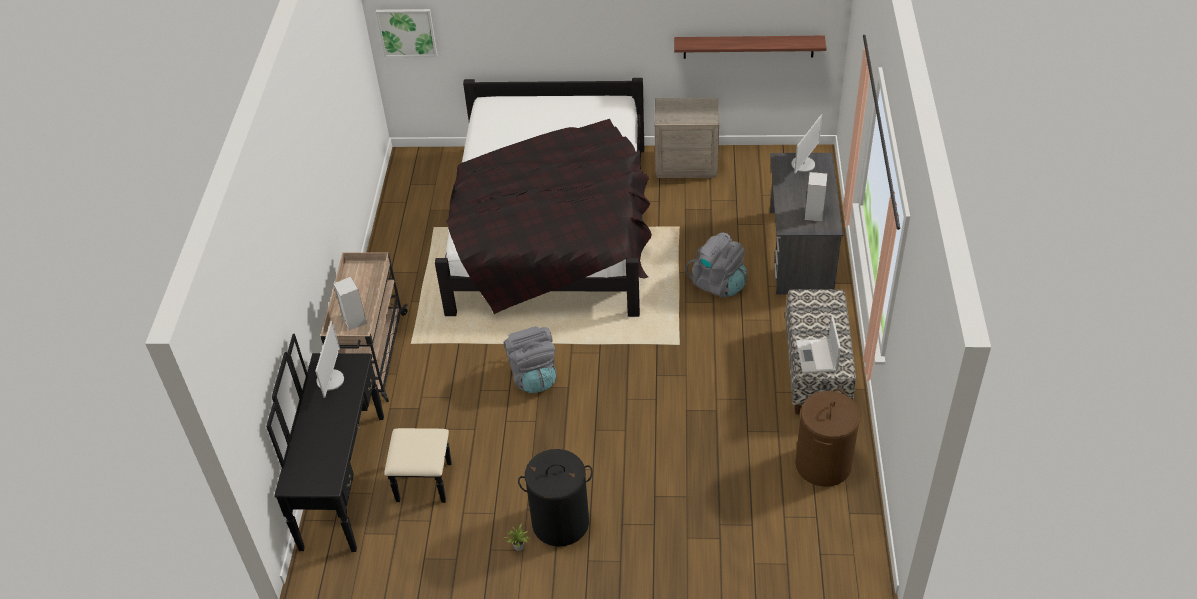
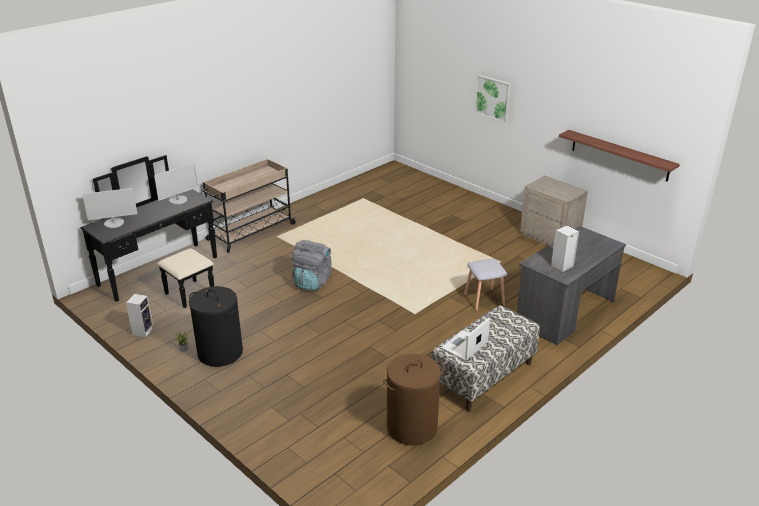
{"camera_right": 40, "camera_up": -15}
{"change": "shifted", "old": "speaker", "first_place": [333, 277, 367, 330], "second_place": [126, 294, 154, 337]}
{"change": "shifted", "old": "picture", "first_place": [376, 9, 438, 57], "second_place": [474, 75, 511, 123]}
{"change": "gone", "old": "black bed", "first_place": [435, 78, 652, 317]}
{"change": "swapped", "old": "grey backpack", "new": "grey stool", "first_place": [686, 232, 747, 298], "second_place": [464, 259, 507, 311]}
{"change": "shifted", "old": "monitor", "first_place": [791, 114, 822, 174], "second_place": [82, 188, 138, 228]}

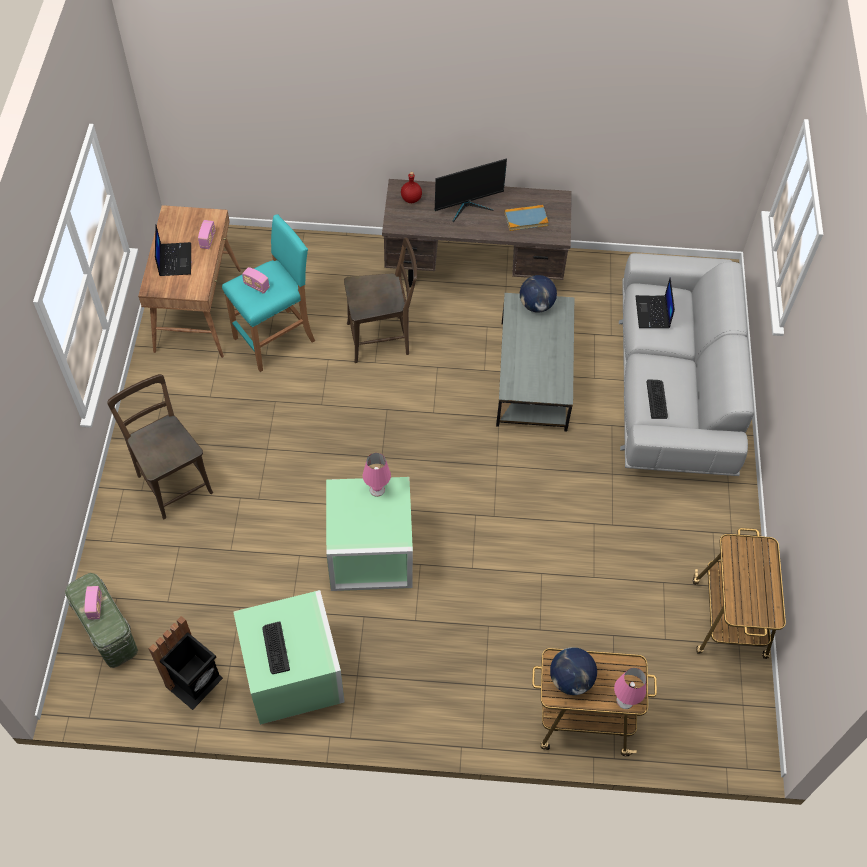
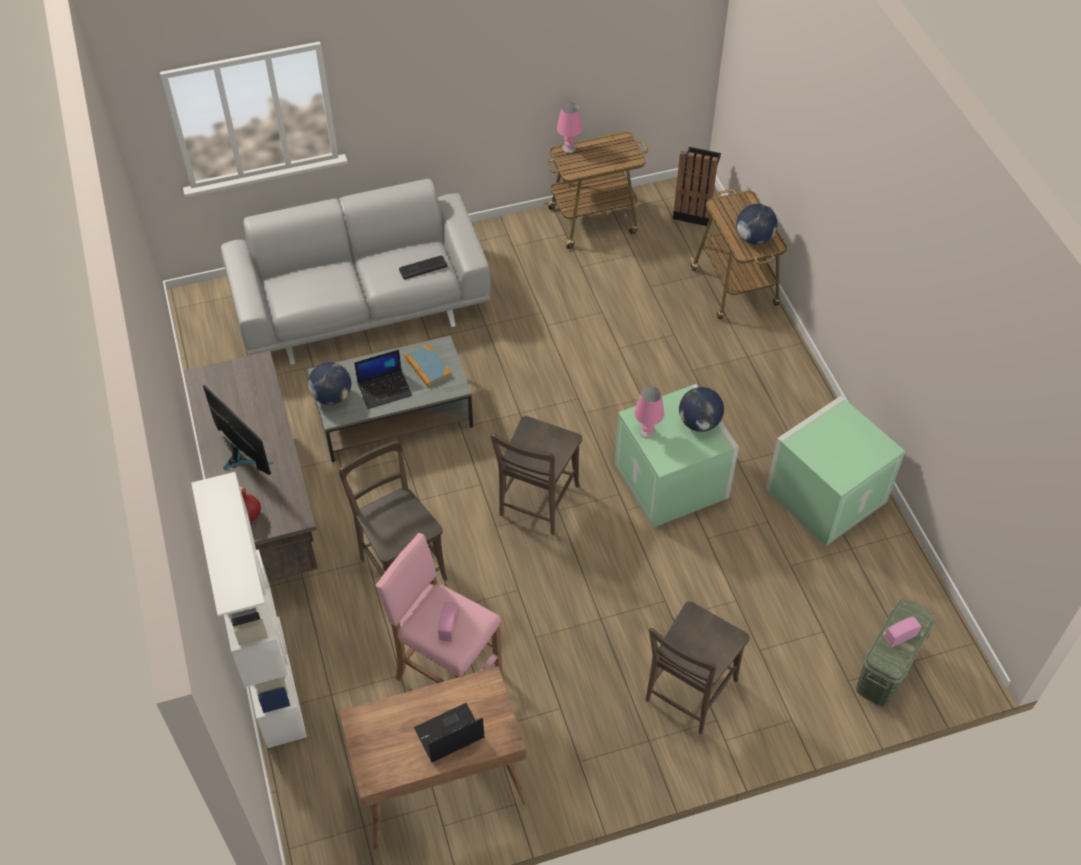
{"camera_right": -110, "camera_up": -5}
{"change": "shifted", "old": "black trash can", "first_place": [149, 616, 223, 710], "second_place": [673, 147, 721, 226]}
{"change": "gone", "old": "radio", "first_place": [198, 220, 216, 249]}
{"change": "repainted", "old": "turquoise stool", "new": "pink stool", "first_place": [222, 214, 315, 372], "second_place": [375, 533, 502, 683]}
{"change": "gone", "old": "keyboard", "first_place": [262, 621, 290, 674]}
{"change": "shifted", "old": "book", "first_place": [504, 205, 549, 231], "second_place": [405, 344, 451, 387]}
{"change": "shifted", "old": "pink table lamp", "first_place": [614, 668, 646, 709], "second_place": [557, 102, 582, 153]}
{"change": "shifted", "old": "laptop", "first_place": [635, 277, 675, 328], "second_place": [354, 350, 412, 409]}
{"change": "new", "new": "white bookcase", "second_place": [191, 472, 307, 748]}
{"change": "new", "new": "brown chair", "second_place": [491, 416, 582, 535]}
{"change": "new", "new": "globe", "second_place": [679, 387, 724, 432]}

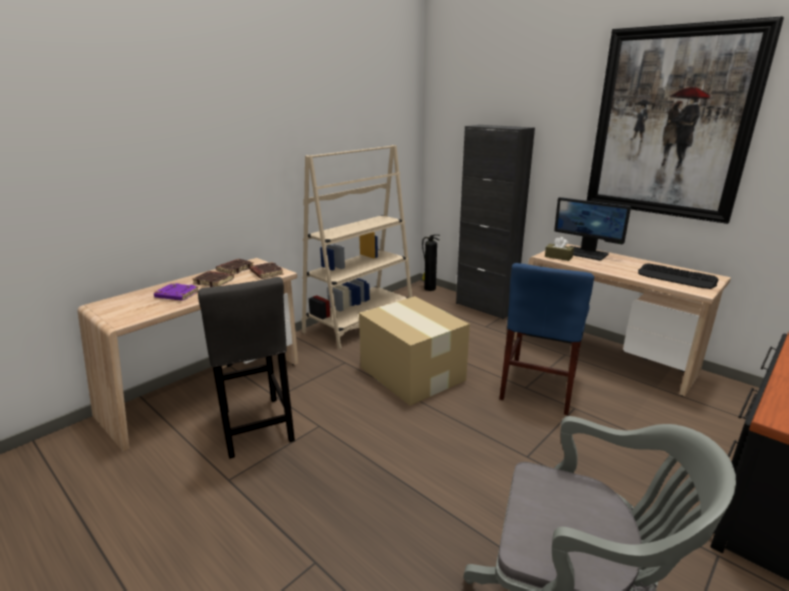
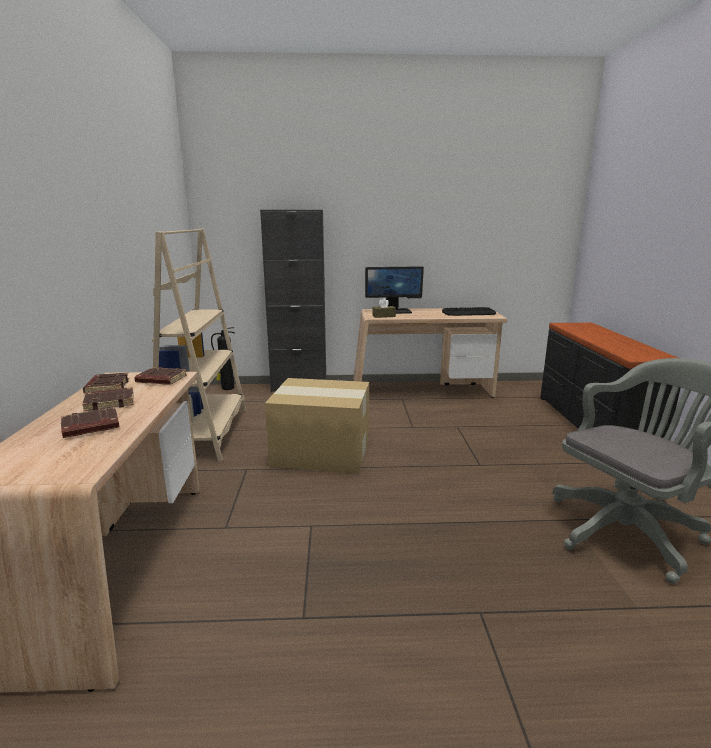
{"camera_right": -45, "camera_up": -5}
{"change": "repainted", "old": "purple book", "new": "brown book", "first_place": [154, 283, 199, 301], "second_place": [61, 407, 119, 438]}
{"change": "gone", "old": "grey stool", "first_place": [198, 277, 295, 459]}
{"change": "gone", "old": "blue chair", "first_place": [499, 263, 594, 415]}
{"change": "gone", "old": "picture", "first_place": [587, 16, 784, 224]}

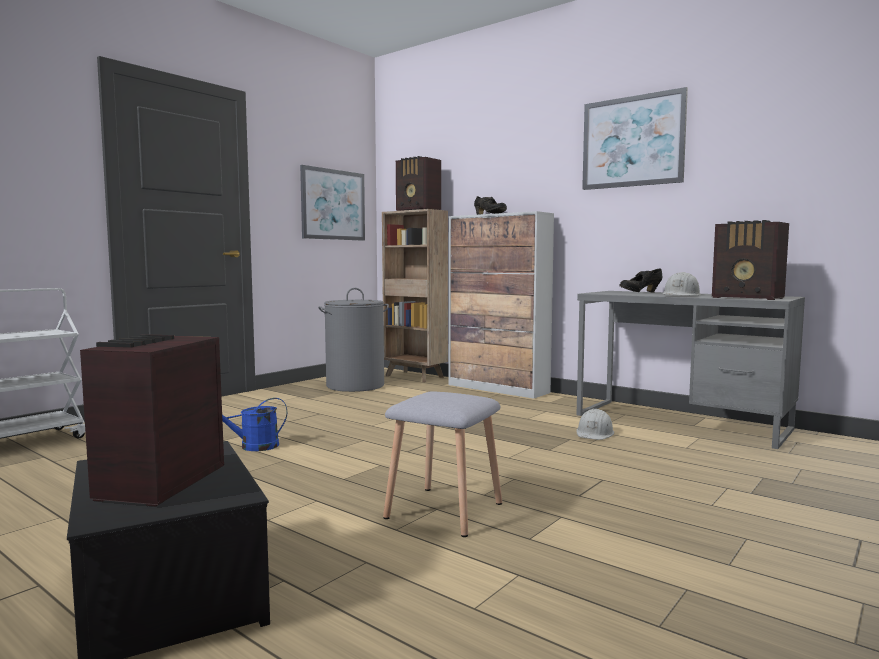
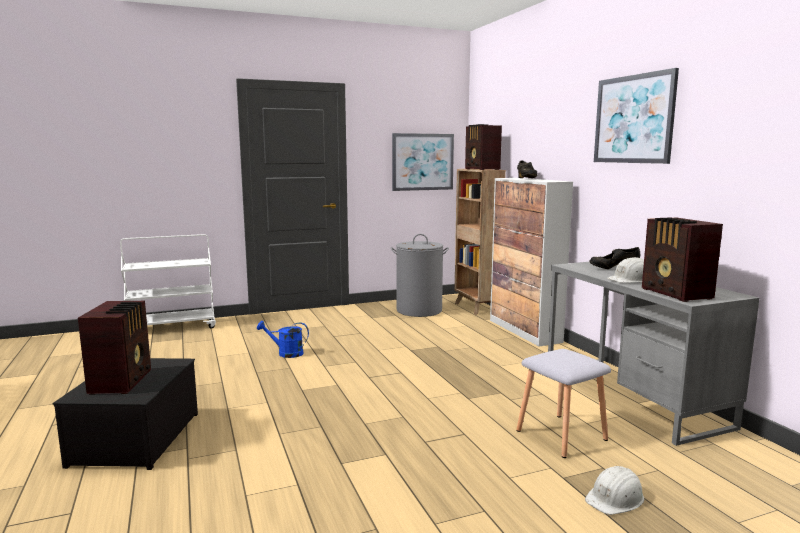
{"camera_right": 30, "camera_up": 5}
{"change": "rotated", "old": "radio", "first_place": [80, 334, 224, 507], "second_place": [78, 301, 151, 395], "degrees": 135}
{"change": "shifted", "old": "grey stool", "first_place": [383, 391, 502, 537], "second_place": [516, 349, 611, 458]}
{"change": "shifted", "old": "white hard hat", "first_place": [577, 409, 614, 440], "second_place": [585, 466, 644, 515]}

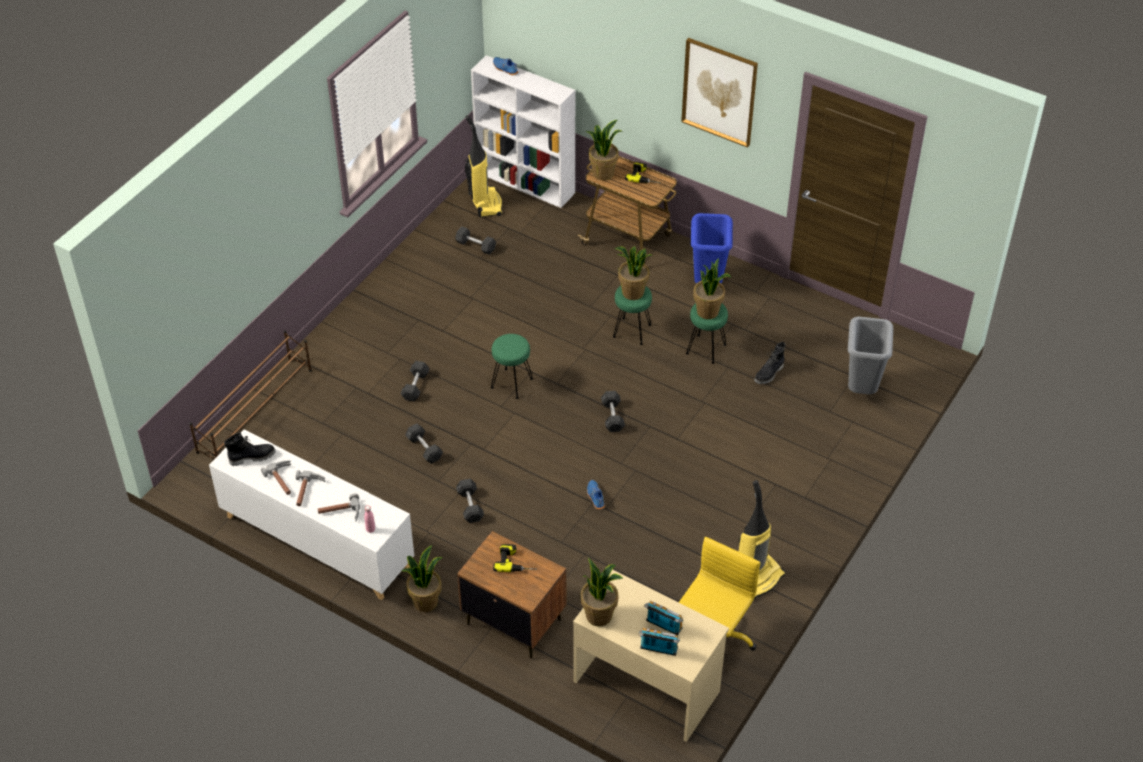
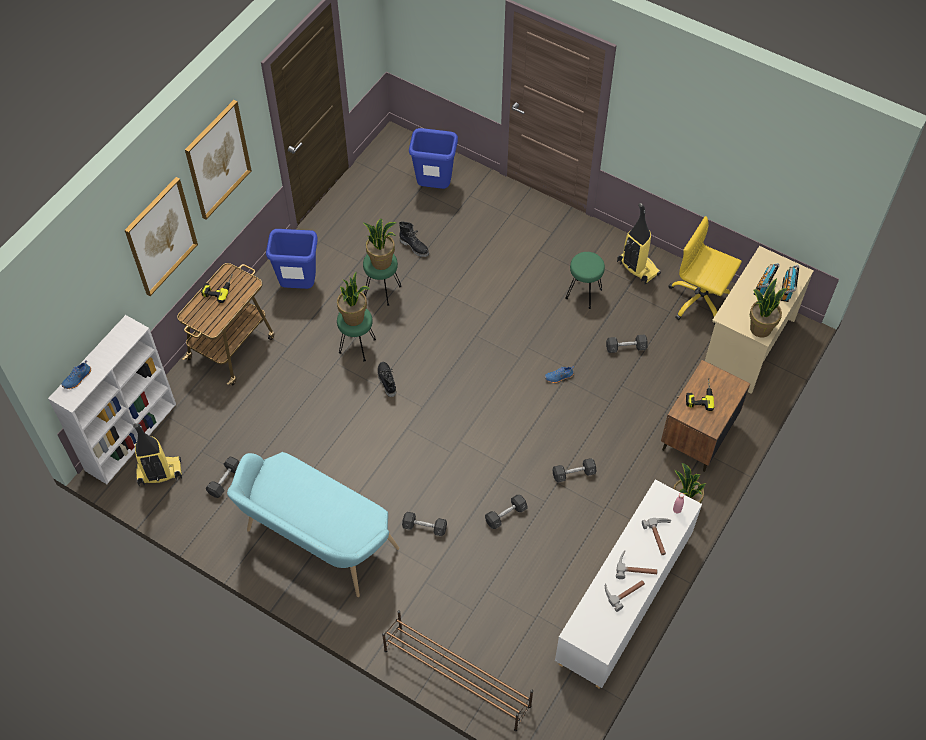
{"camera_right": -90, "camera_up": 10}
{"change": "shifted", "old": "black boot", "first_place": [224, 432, 276, 466], "second_place": [377, 362, 396, 397]}
{"change": "shifted", "old": "green stool", "first_place": [491, 334, 533, 399], "second_place": [565, 252, 605, 309]}
{"change": "gone", "old": "potted plant", "first_place": [586, 120, 622, 180]}
{"change": "shifted", "old": "grey dumbbell", "first_place": [601, 391, 625, 432], "second_place": [606, 334, 648, 353]}
{"change": "repainted", "old": "grey trash can", "new": "blue trash can", "first_place": [848, 317, 893, 394], "second_place": [409, 128, 458, 189]}
{"change": "new", "new": "picture", "second_place": [125, 177, 198, 296]}
{"change": "new", "new": "turquoise bench", "second_place": [227, 452, 399, 597]}

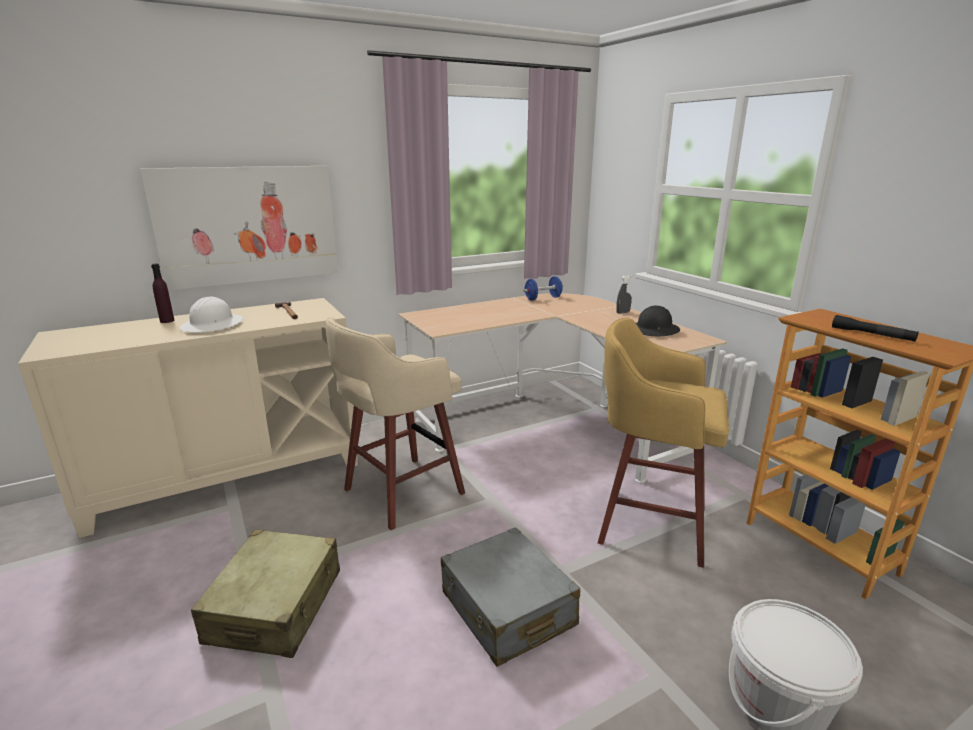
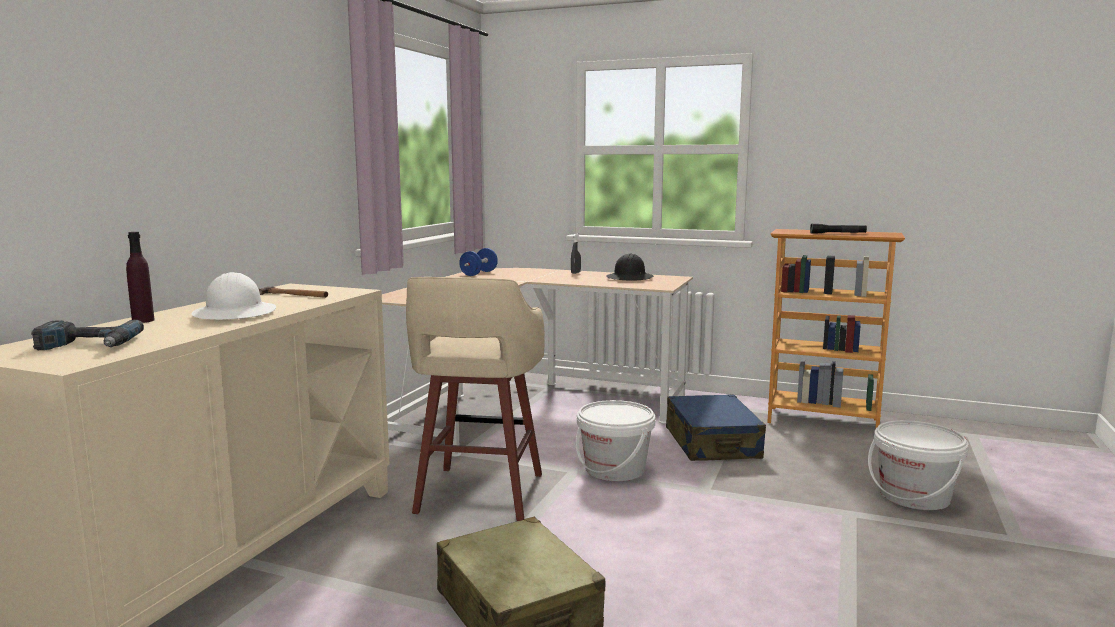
{"camera_right": -40, "camera_up": -10}
{"change": "gone", "old": "picture", "first_place": [140, 166, 338, 290]}
{"change": "gone", "old": "grey suitcase", "first_place": [441, 527, 580, 667]}
{"change": "swapped", "old": "yellow stool", "new": "blue suitcase", "first_place": [598, 317, 729, 568], "second_place": [666, 394, 766, 461]}
{"change": "new", "new": "power drill", "second_place": [31, 320, 144, 350]}
{"change": "new", "new": "white bucket", "second_place": [576, 400, 655, 481]}

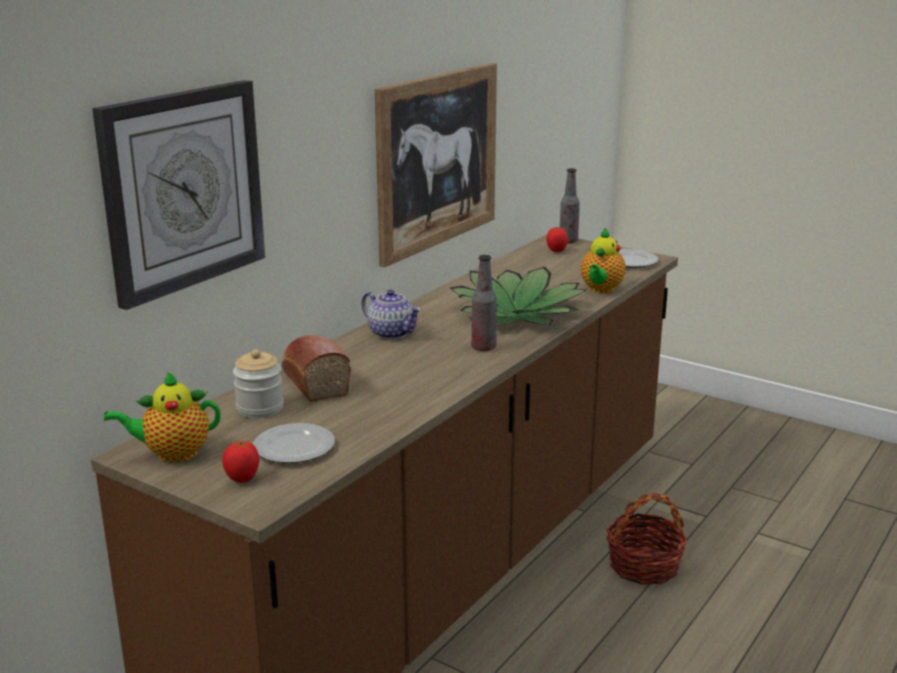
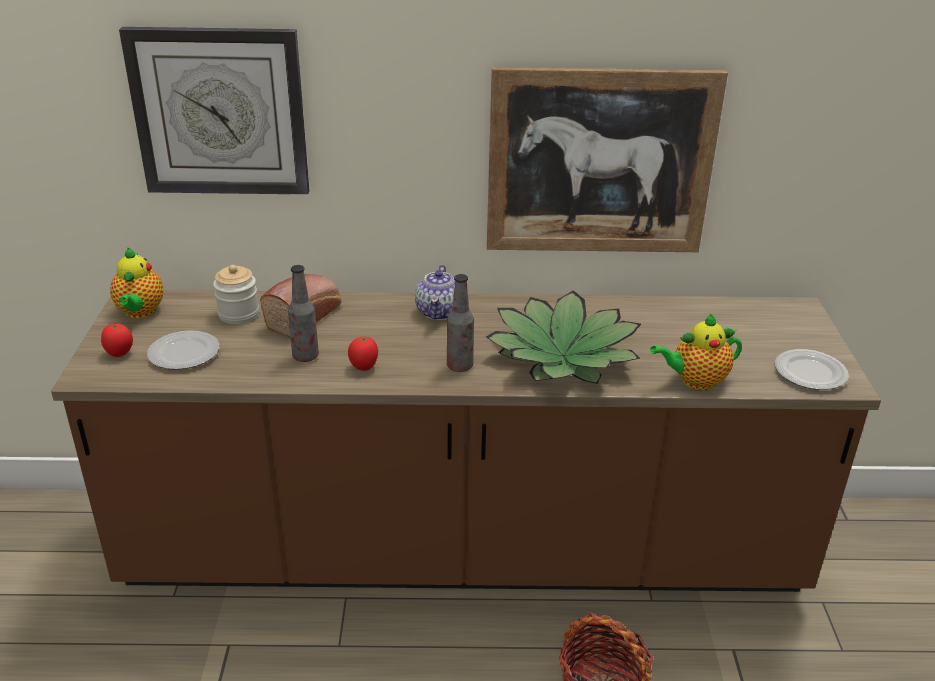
{"camera_right": 55, "camera_up": 10}
{"change": "rotated", "old": "teapot", "first_place": [104, 371, 221, 463], "second_place": [110, 248, 163, 319], "degrees": -135}
{"change": "shifted", "old": "tomato", "first_place": [547, 227, 568, 252], "second_place": [348, 336, 378, 371]}
{"change": "shifted", "old": "bottle", "first_place": [560, 168, 580, 243], "second_place": [288, 265, 319, 362]}

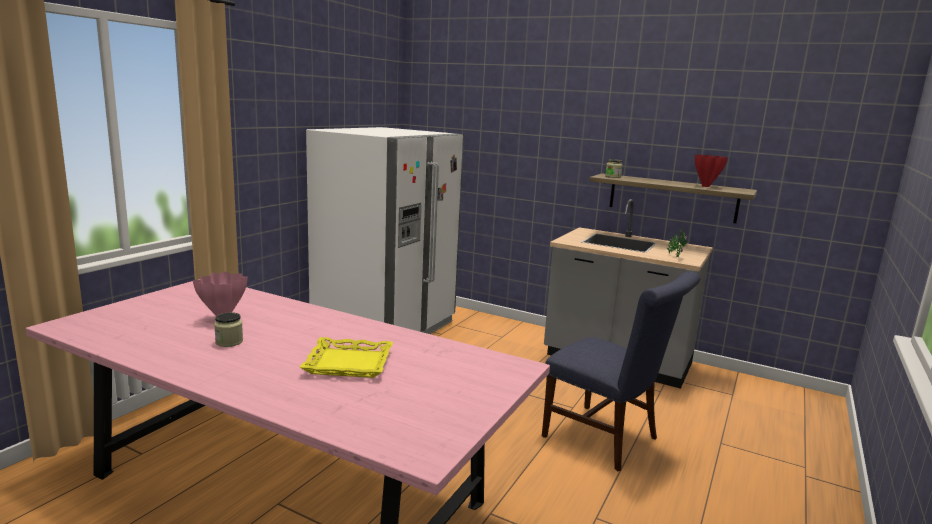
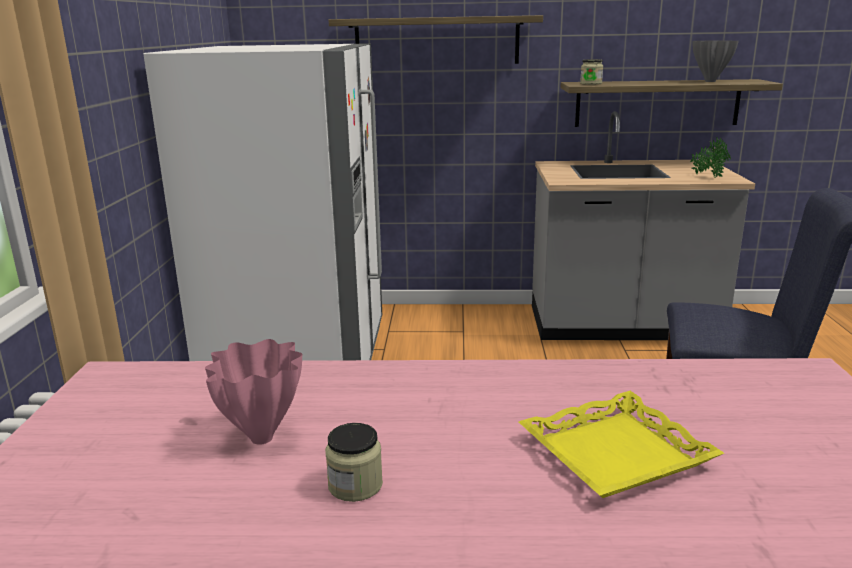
{"camera_right": -25, "camera_up": 5}
{"change": "repainted", "old": "red vase", "new": "grey vase", "first_place": [695, 154, 728, 187], "second_place": [693, 40, 739, 82]}
{"change": "new", "new": "shelf", "second_place": [329, 15, 543, 64]}

